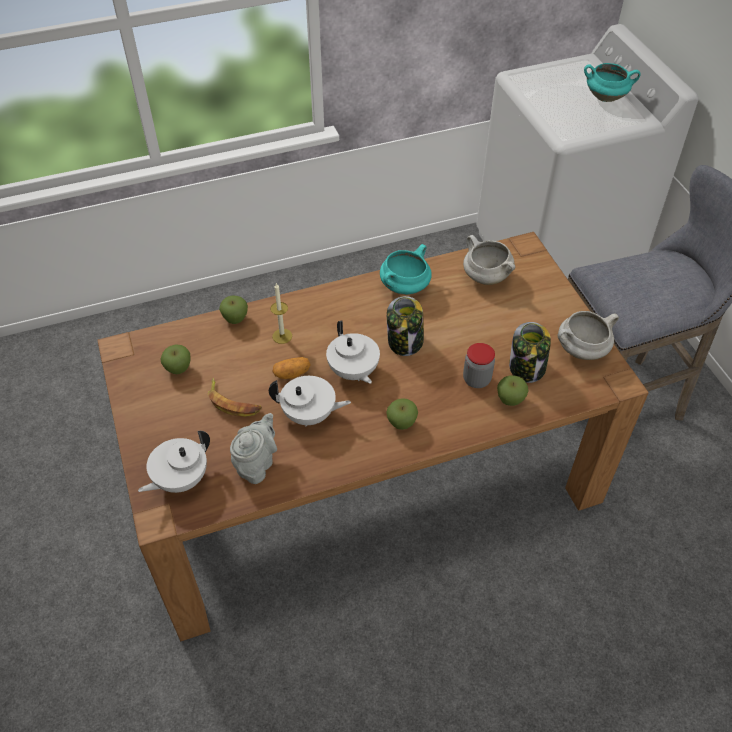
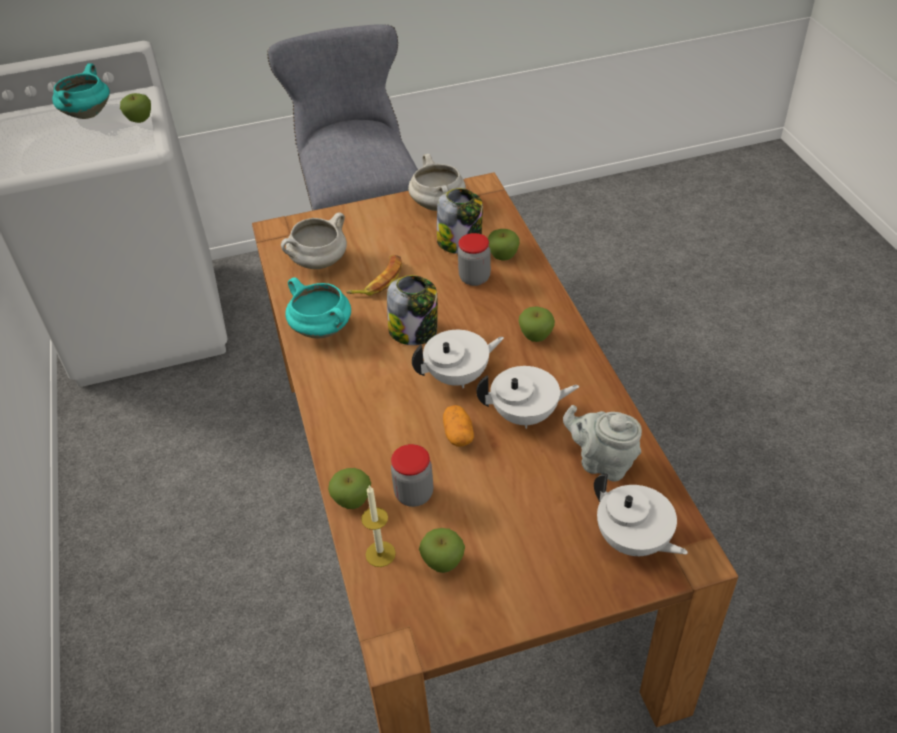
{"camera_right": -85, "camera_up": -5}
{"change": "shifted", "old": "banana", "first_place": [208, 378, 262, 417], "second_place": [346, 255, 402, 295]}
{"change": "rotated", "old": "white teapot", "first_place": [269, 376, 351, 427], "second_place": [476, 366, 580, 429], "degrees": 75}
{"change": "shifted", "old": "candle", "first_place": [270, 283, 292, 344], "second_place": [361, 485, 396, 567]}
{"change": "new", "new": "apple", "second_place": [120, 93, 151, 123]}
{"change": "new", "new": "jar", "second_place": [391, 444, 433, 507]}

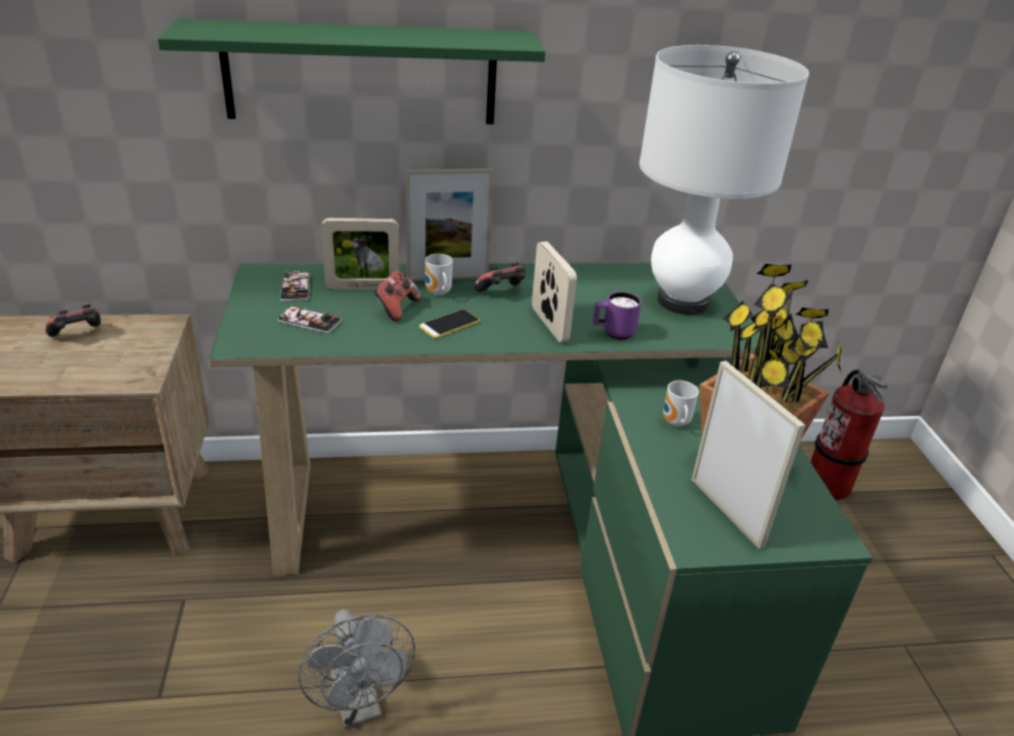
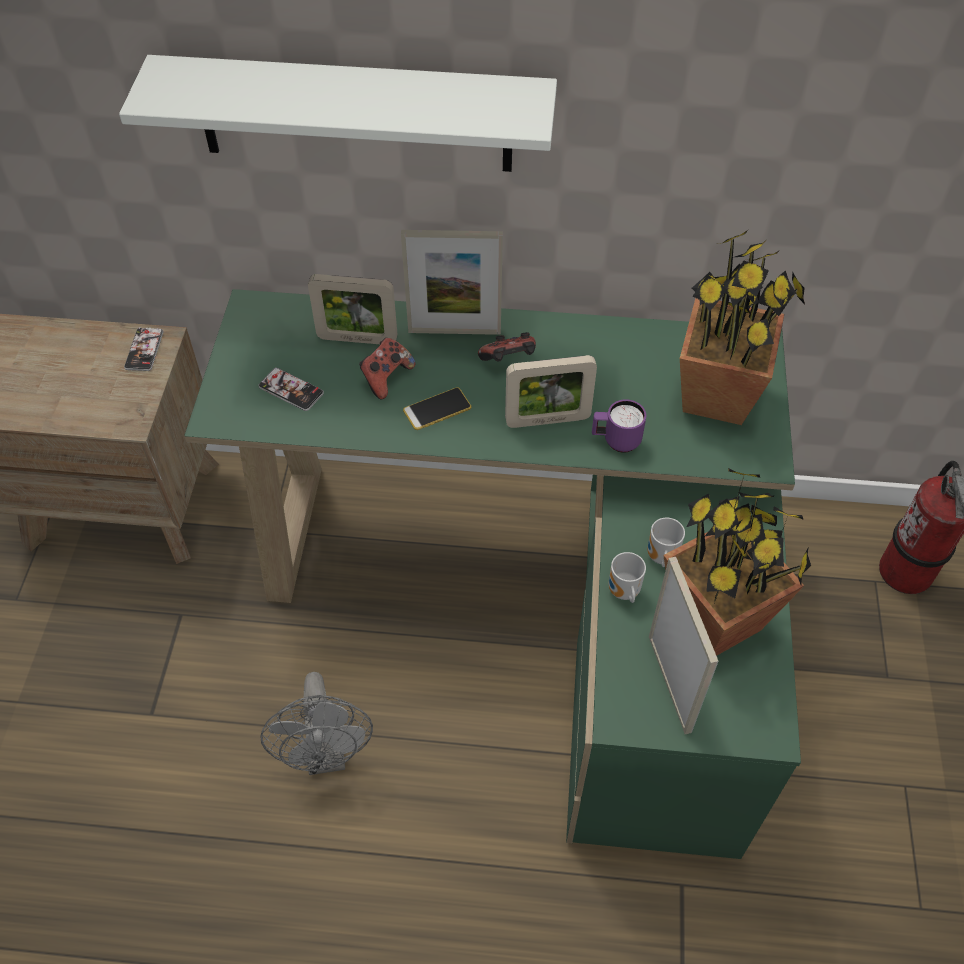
{"camera_right": 15, "camera_up": 20}
{"change": "gone", "old": "game controller", "first_place": [45, 304, 101, 337]}
{"change": "repainted", "old": "green shelf", "new": "white shelf", "first_place": [158, 19, 546, 124], "second_place": [119, 55, 557, 172]}
{"change": "shifted", "old": "phone", "first_place": [280, 271, 310, 302], "second_place": [124, 327, 164, 371]}
{"change": "shifted", "old": "mug", "first_place": [425, 254, 453, 296], "second_place": [609, 552, 646, 603]}
{"change": "rotated", "old": "picture frame", "first_place": [532, 241, 577, 342], "second_place": [505, 355, 597, 428], "degrees": 90}
{"change": "swapped", "old": "white table lamp", "new": "potted plant", "first_place": [639, 45, 809, 315], "second_place": [680, 230, 805, 425]}

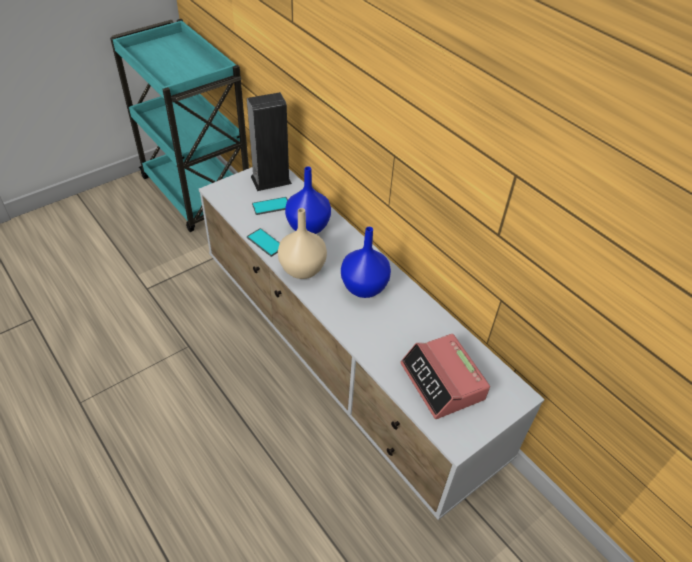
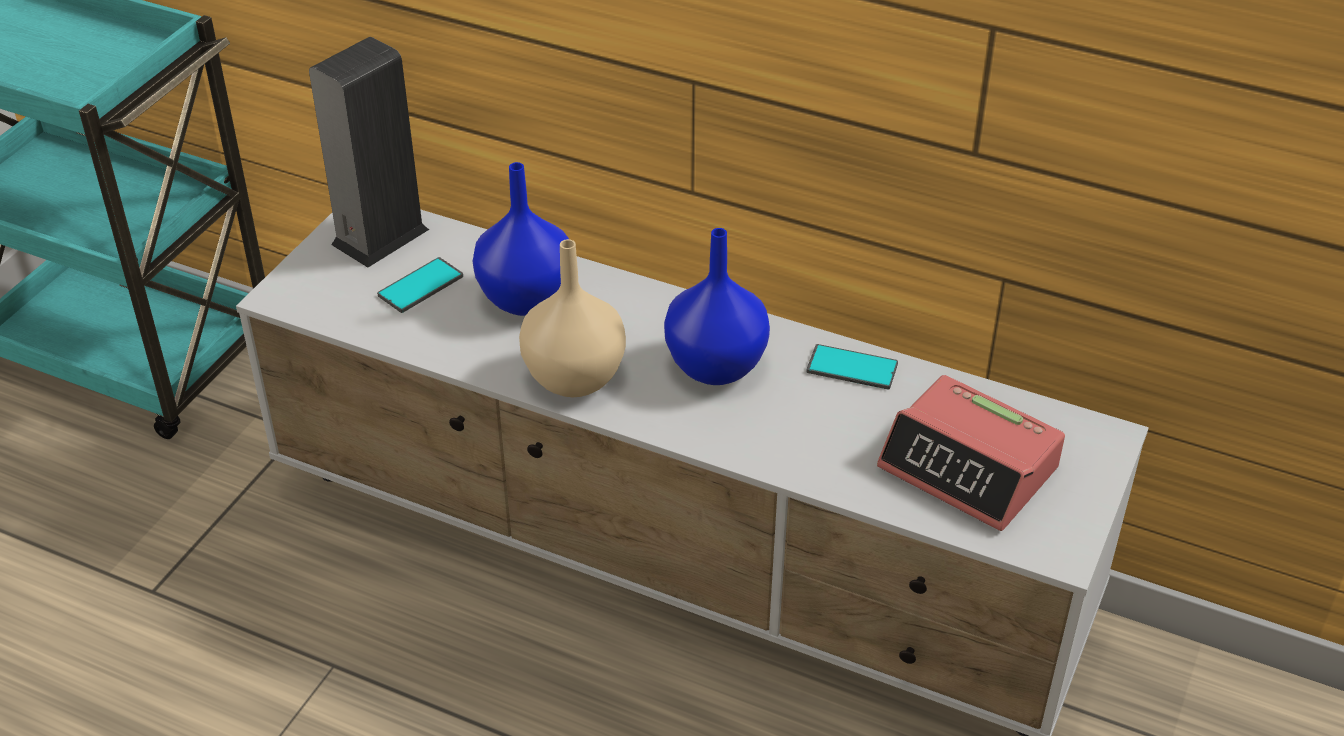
{"camera_right": -25, "camera_up": -5}
{"change": "shifted", "old": "phone", "first_place": [247, 228, 280, 257], "second_place": [807, 344, 898, 390]}

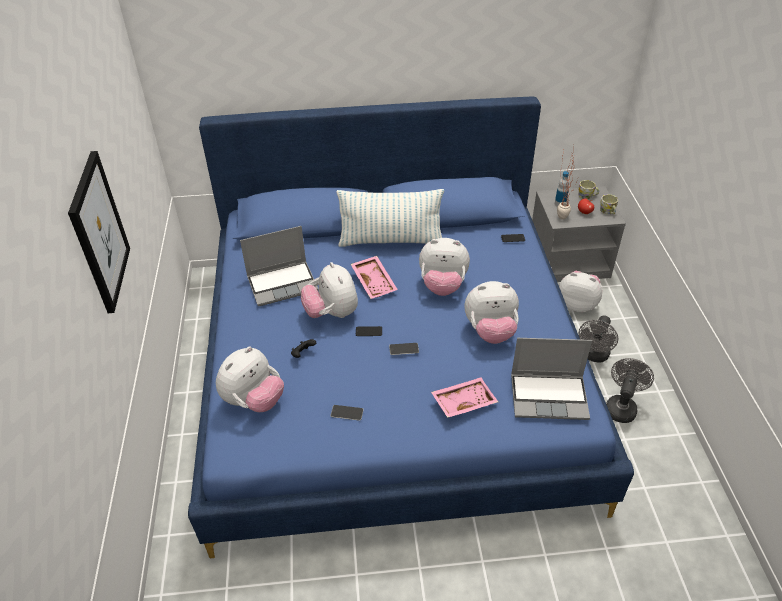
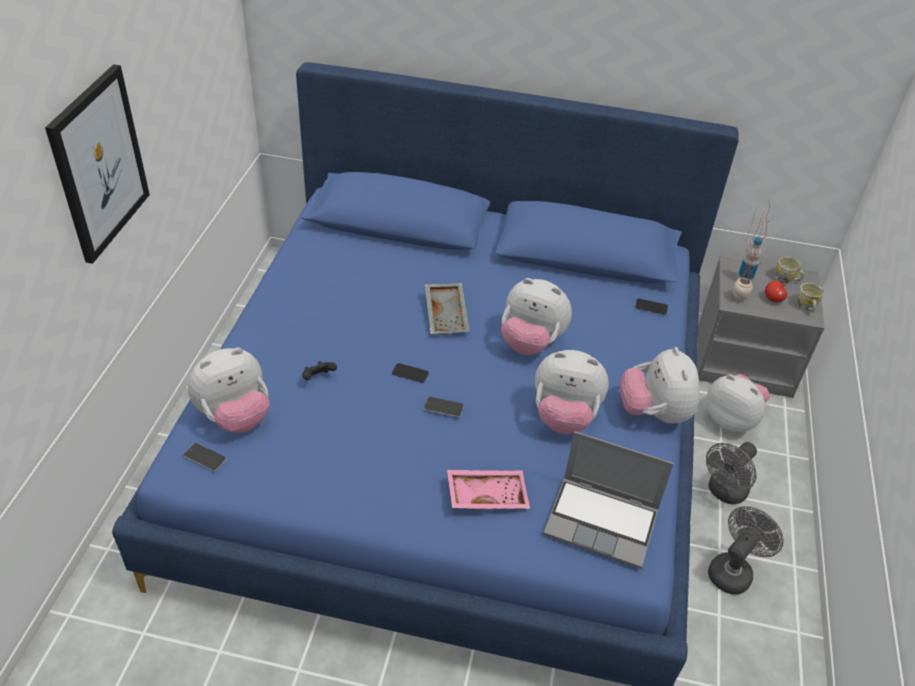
{"camera_right": 15, "camera_up": 0}
{"change": "gone", "old": "laptop", "first_place": [240, 226, 319, 306]}
{"change": "shifted", "old": "plush toy", "first_place": [301, 262, 358, 318], "second_place": [619, 347, 699, 424]}
{"change": "shifted", "old": "phone", "first_place": [330, 405, 364, 421], "second_place": [183, 443, 227, 471]}
{"change": "gone", "old": "pillow", "first_place": [337, 189, 444, 247]}
{"change": "repainted", "old": "pink tray", "new": "grey tray", "first_place": [351, 256, 398, 299], "second_place": [425, 283, 470, 334]}

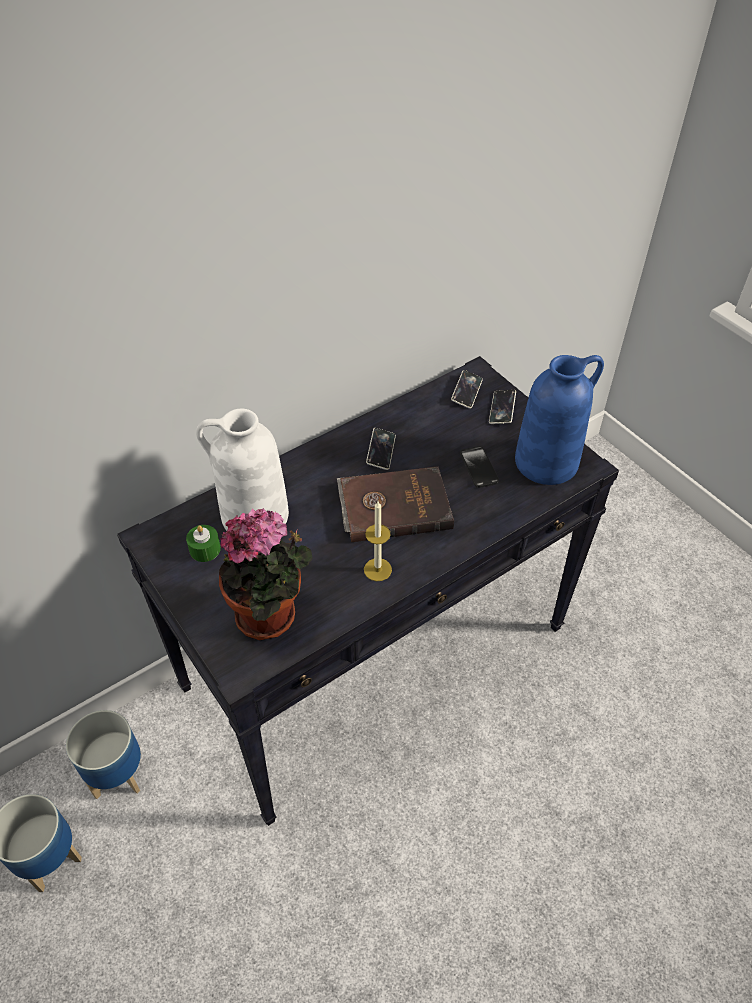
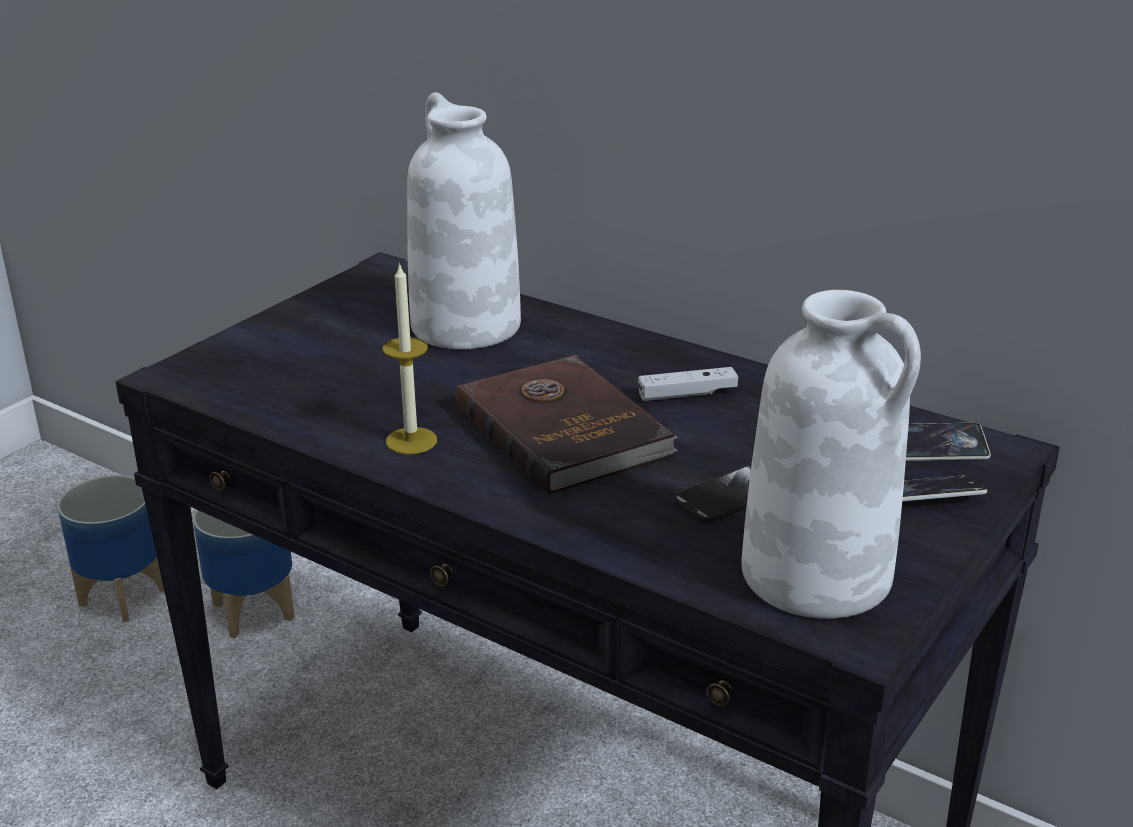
{"camera_right": 70, "camera_up": -20}
{"change": "gone", "old": "green candle", "first_place": [186, 525, 221, 562]}
{"change": "gone", "old": "potted plant", "first_place": [219, 508, 313, 641]}
{"change": "swapped", "old": "phone", "new": "white game controller", "first_place": [366, 428, 396, 470], "second_place": [638, 367, 738, 401]}
{"change": "repainted", "old": "blue vase", "new": "white vase", "first_place": [515, 355, 604, 485], "second_place": [741, 290, 921, 619]}

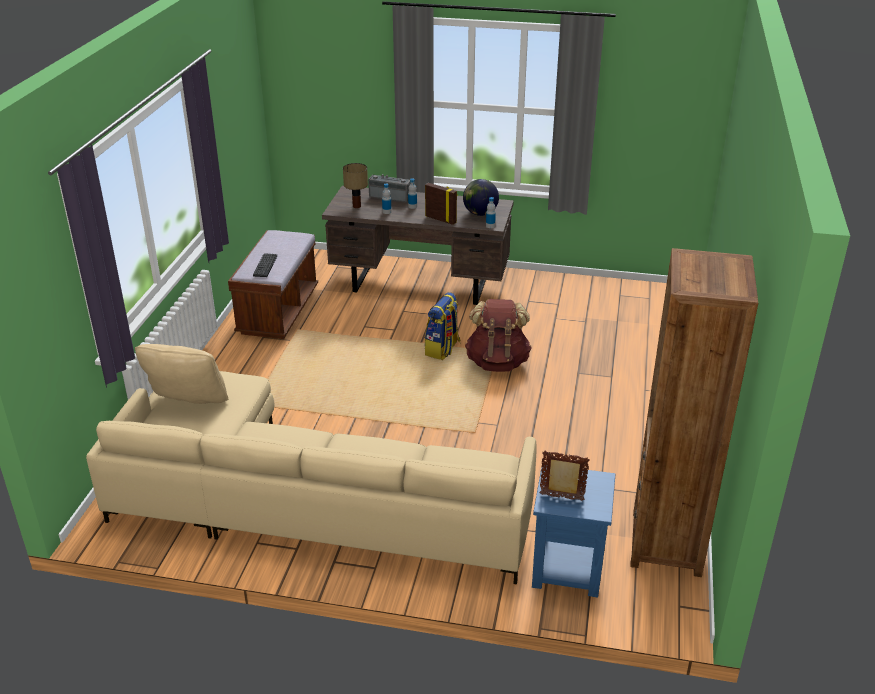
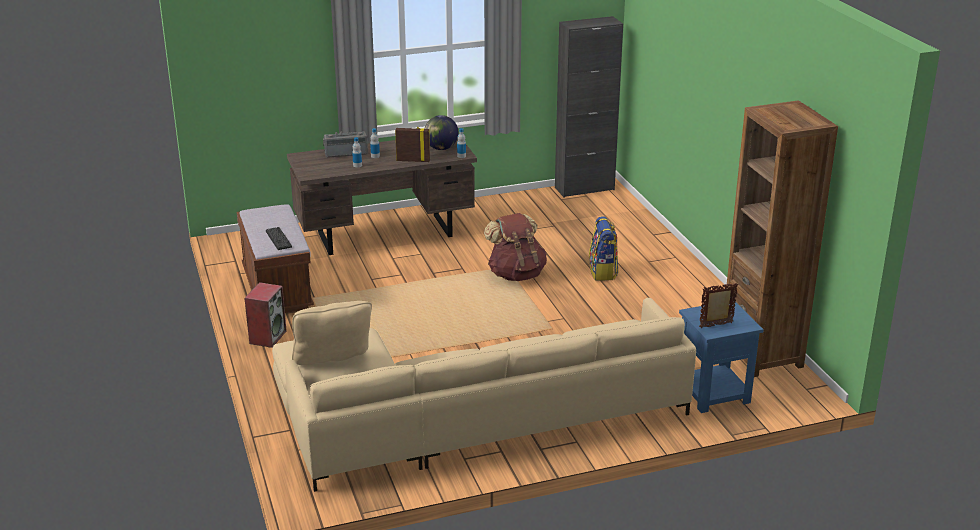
{"camera_right": -30, "camera_up": -5}
{"change": "gone", "old": "table lamp", "first_place": [343, 163, 368, 208]}
{"change": "shifted", "old": "backpack", "first_place": [424, 292, 461, 360], "second_place": [589, 216, 619, 281]}
{"change": "new", "new": "speaker", "second_place": [244, 282, 287, 348]}
{"change": "new", "new": "black cabinet", "second_place": [555, 16, 623, 198]}

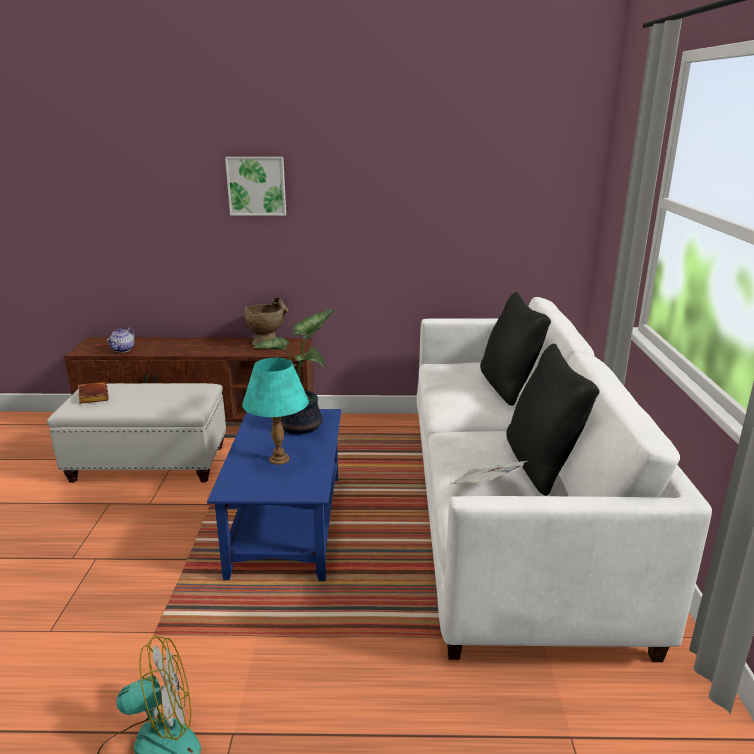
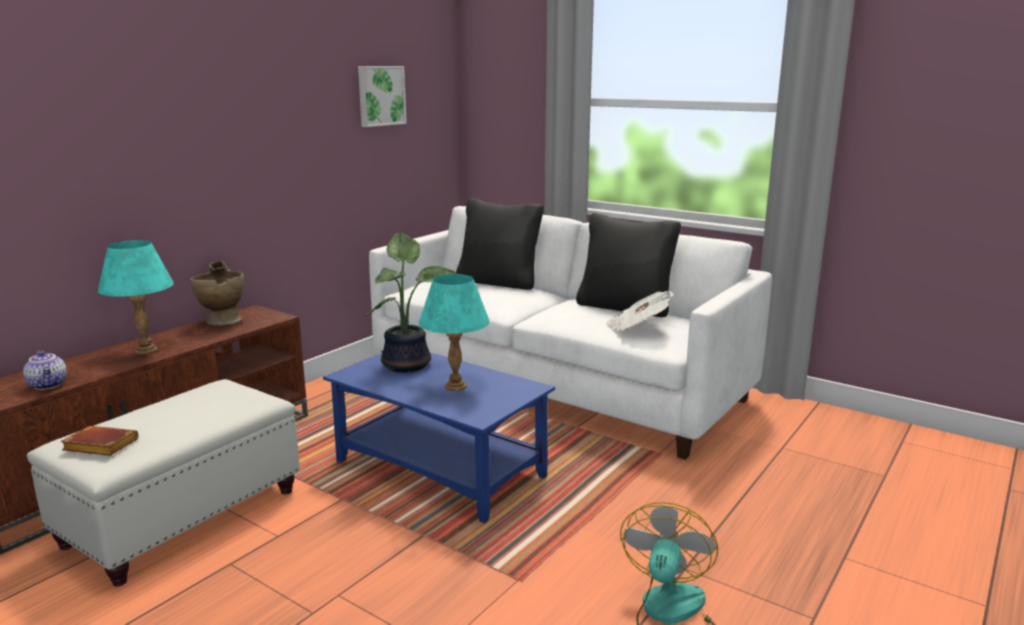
{"camera_right": -55, "camera_up": -5}
{"change": "shifted", "old": "picture", "first_place": [225, 157, 286, 216], "second_place": [358, 66, 407, 127]}
{"change": "new", "new": "turquoise table lamp", "second_place": [98, 240, 174, 355]}

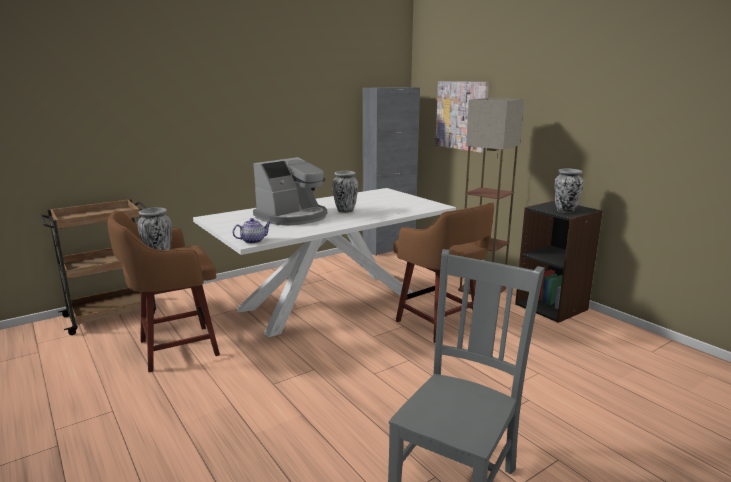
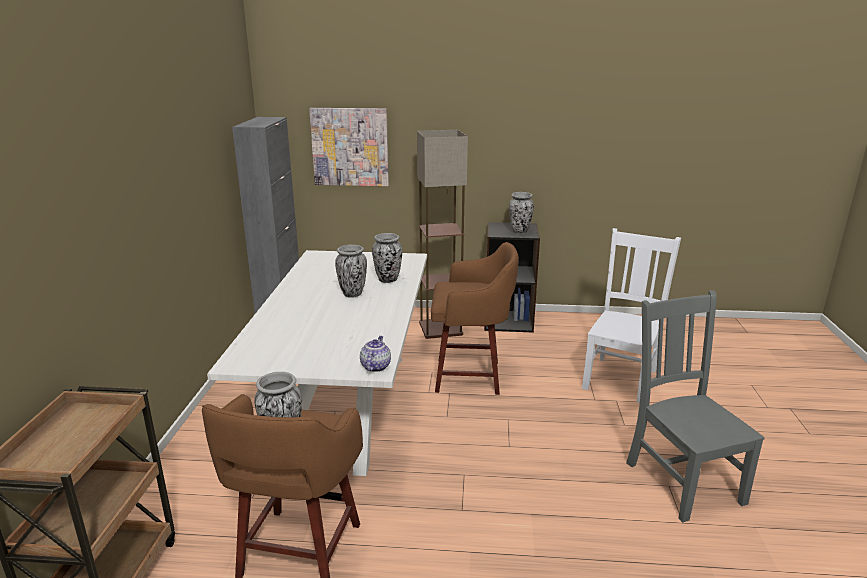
{"camera_right": -50, "camera_up": 5}
{"change": "gone", "old": "coffee machine", "first_place": [253, 157, 327, 225]}
{"change": "new", "new": "vase", "second_place": [372, 233, 402, 283]}
{"change": "new", "new": "white chair", "second_place": [582, 228, 681, 403]}

